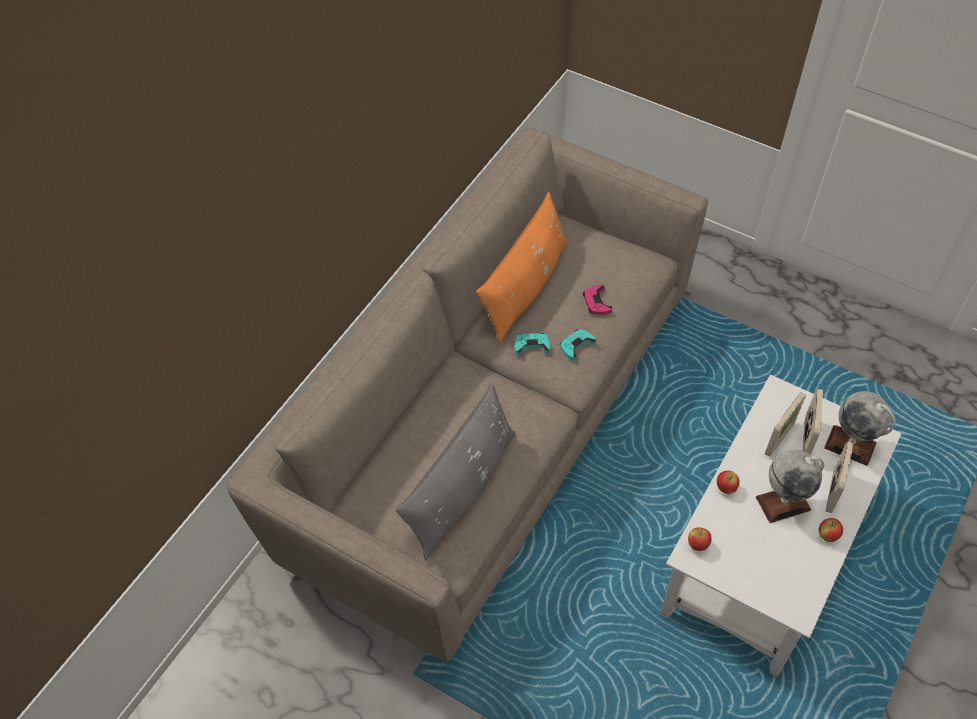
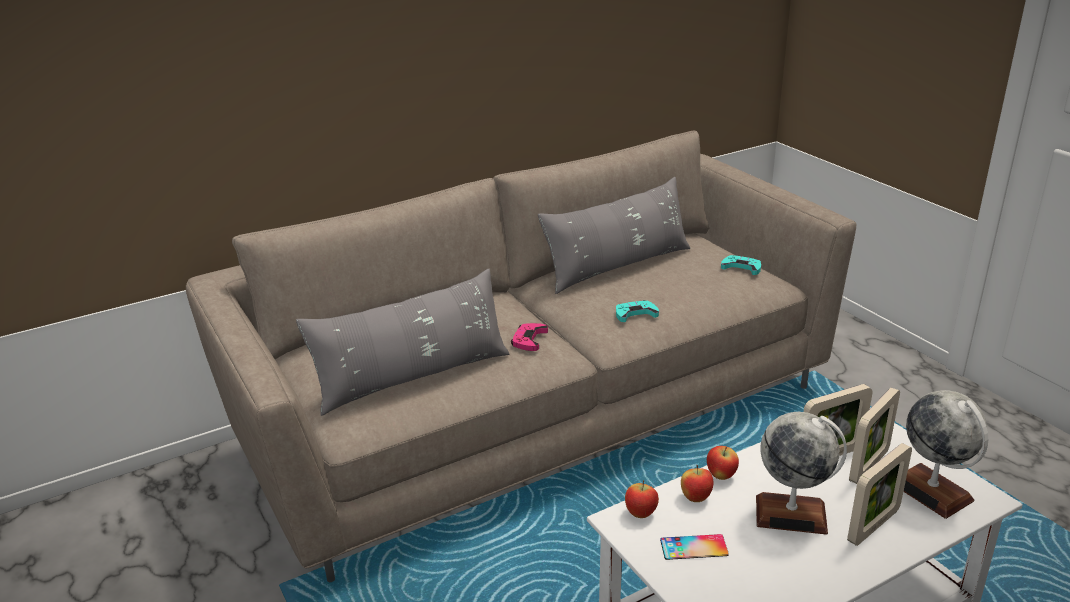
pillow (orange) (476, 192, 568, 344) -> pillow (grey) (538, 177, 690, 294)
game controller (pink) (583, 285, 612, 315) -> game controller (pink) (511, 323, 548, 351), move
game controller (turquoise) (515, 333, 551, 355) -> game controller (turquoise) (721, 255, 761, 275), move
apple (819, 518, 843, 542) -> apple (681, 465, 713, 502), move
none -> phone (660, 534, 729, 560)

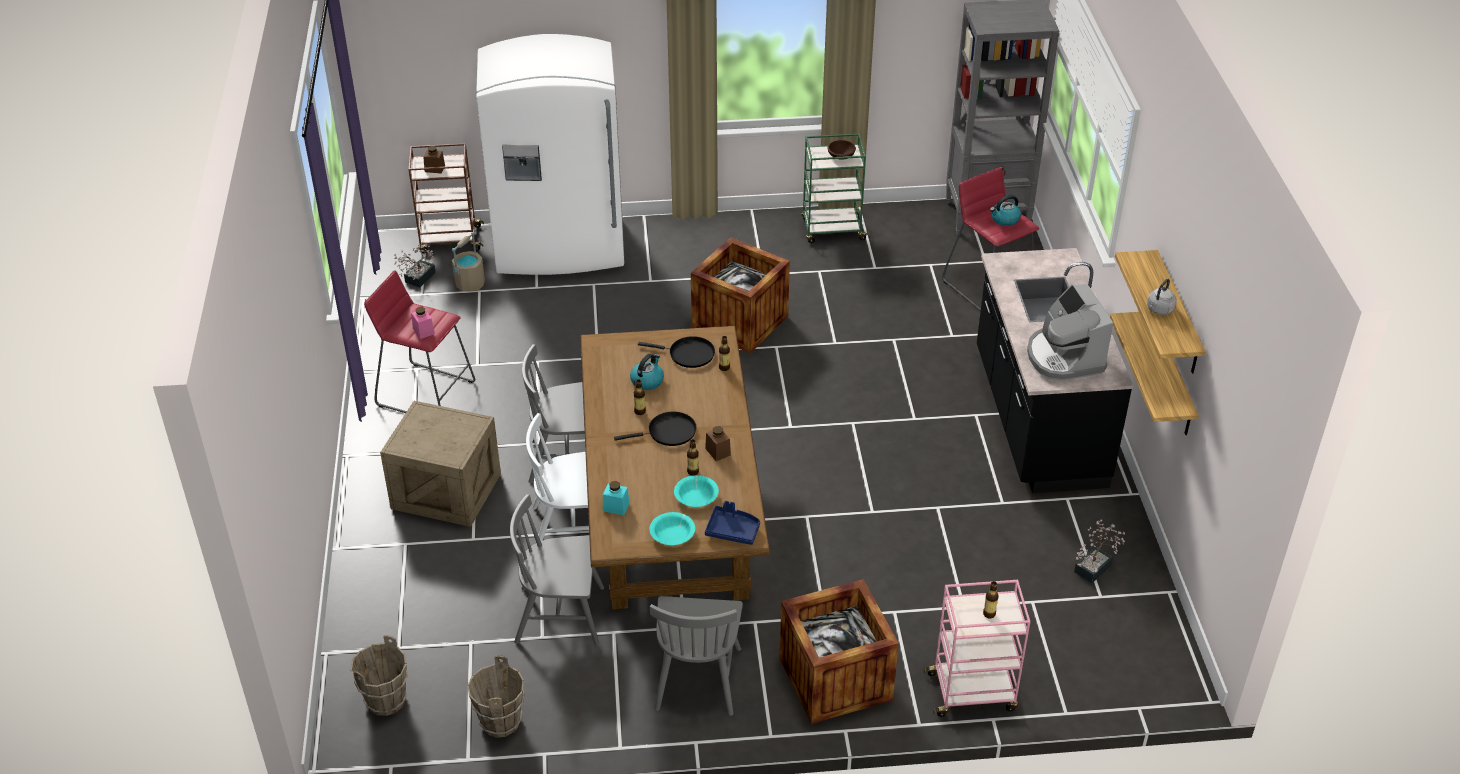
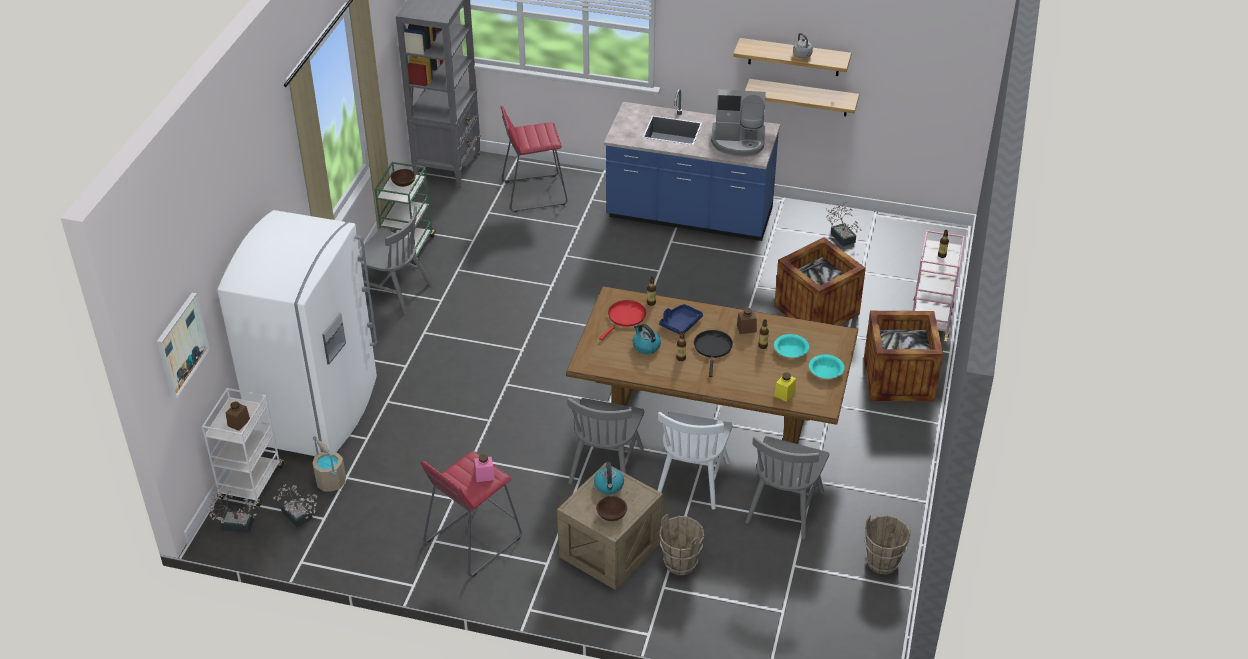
cart (brown) (408, 143, 484, 253) -> cart (white) (202, 388, 285, 507)
kettle (990, 195, 1021, 226) -> kettle (594, 461, 624, 494), move
crate (691, 237, 790, 353) -> crate (774, 237, 866, 325), move
counter (black) (977, 248, 1133, 493) -> counter (blue) (604, 89, 780, 241)
frying pan (black) (638, 336, 715, 368) -> frying pan (red) (599, 300, 646, 340)
jar (turquoise) (603, 481, 629, 515) -> jar (yellow) (774, 372, 796, 402)
tray (blue) (705, 501, 760, 545) -> tray (blue) (659, 304, 703, 334), move
chair (grey) (650, 596, 743, 716) -> chair (grey) (359, 206, 432, 315), move
bucket (brown) (350, 635, 408, 716) -> bucket (brown) (659, 514, 704, 576), move
none -> picture (157, 293, 210, 399)
none -> potted plant (206, 488, 257, 533)
none -> bowl (brown) (596, 496, 627, 521)

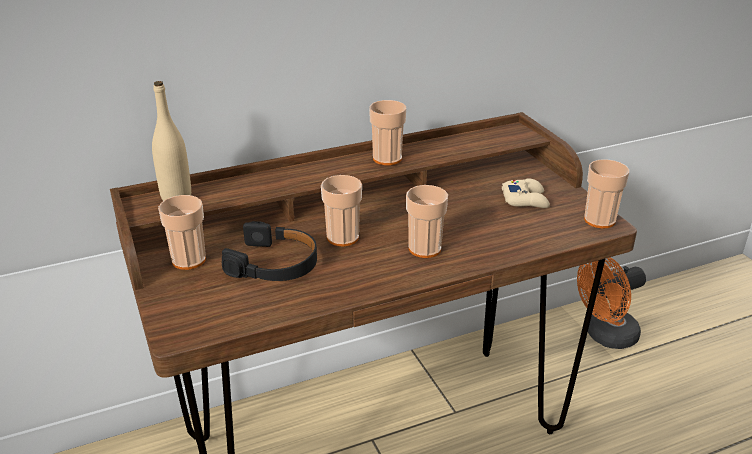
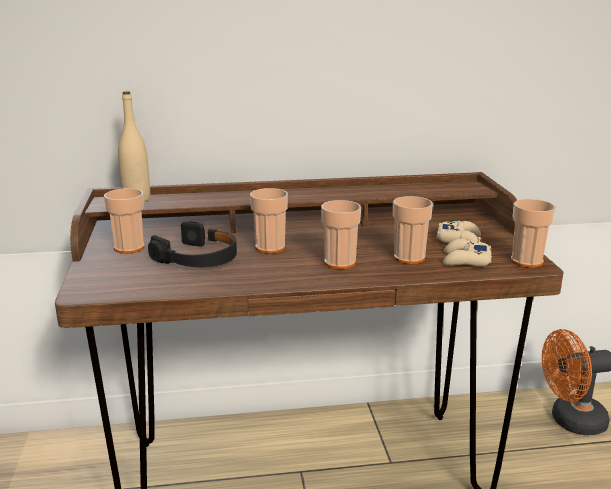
cup (369, 100, 406, 165) -> cup (393, 196, 433, 264), move
none -> game controller (beige) (443, 237, 492, 266)

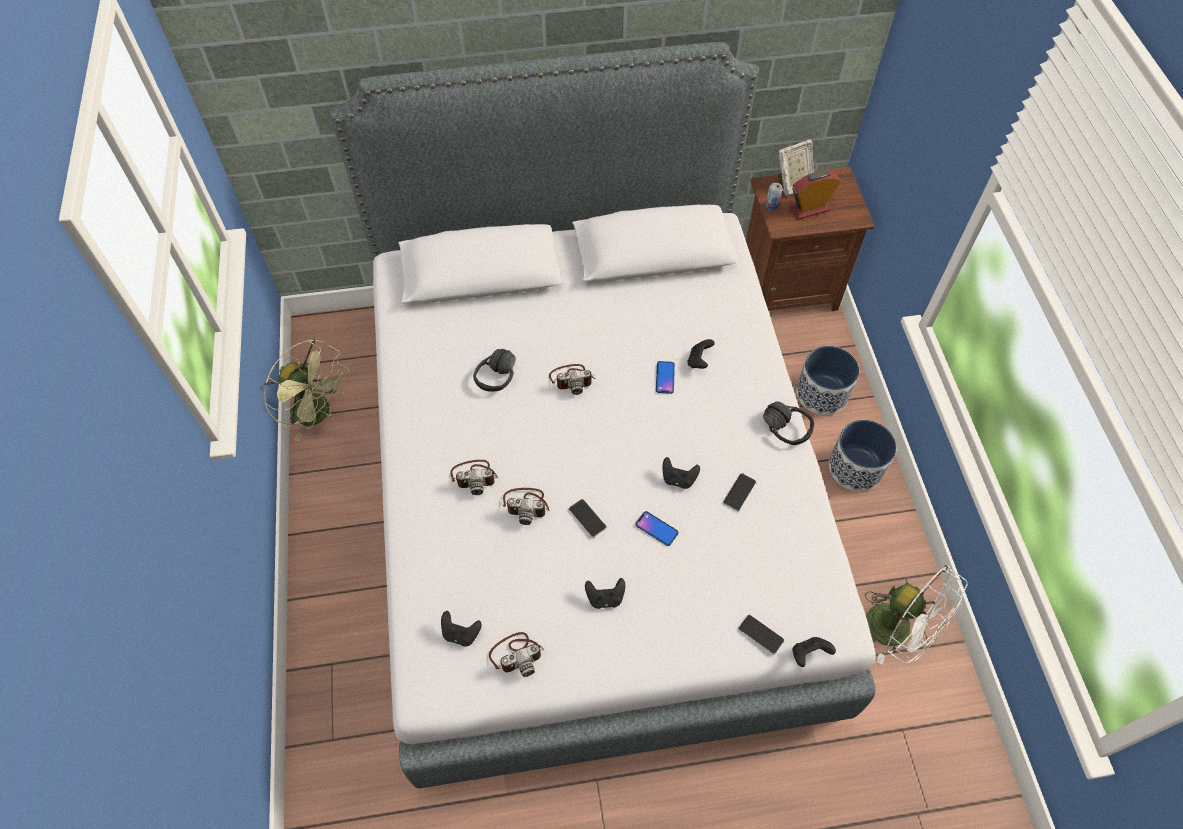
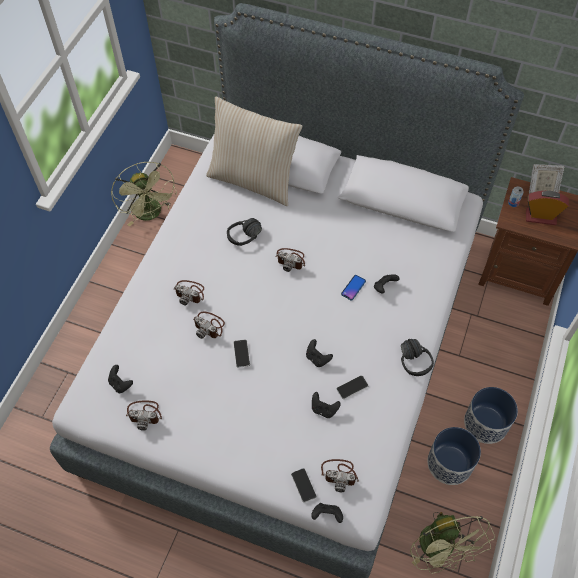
planter (796, 346, 859, 415) -> planter (427, 427, 481, 485), move
phone (636, 511, 679, 546) -> none
fan (white) (865, 565, 968, 664) -> fan (green) (410, 512, 495, 574)
game controller (black) (585, 578, 625, 609) -> game controller (black) (312, 392, 341, 418), move
none -> pillow (beige) (206, 97, 302, 206)
none -> photo camera (321, 459, 359, 492)

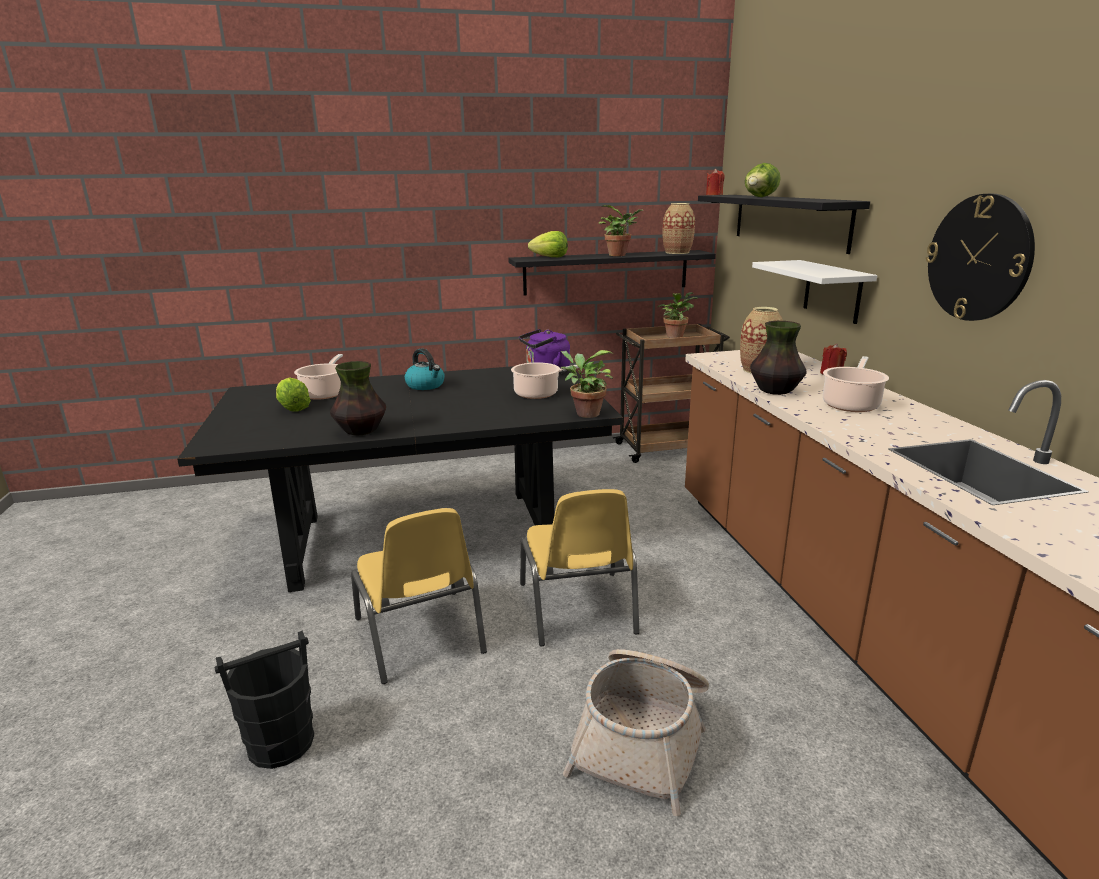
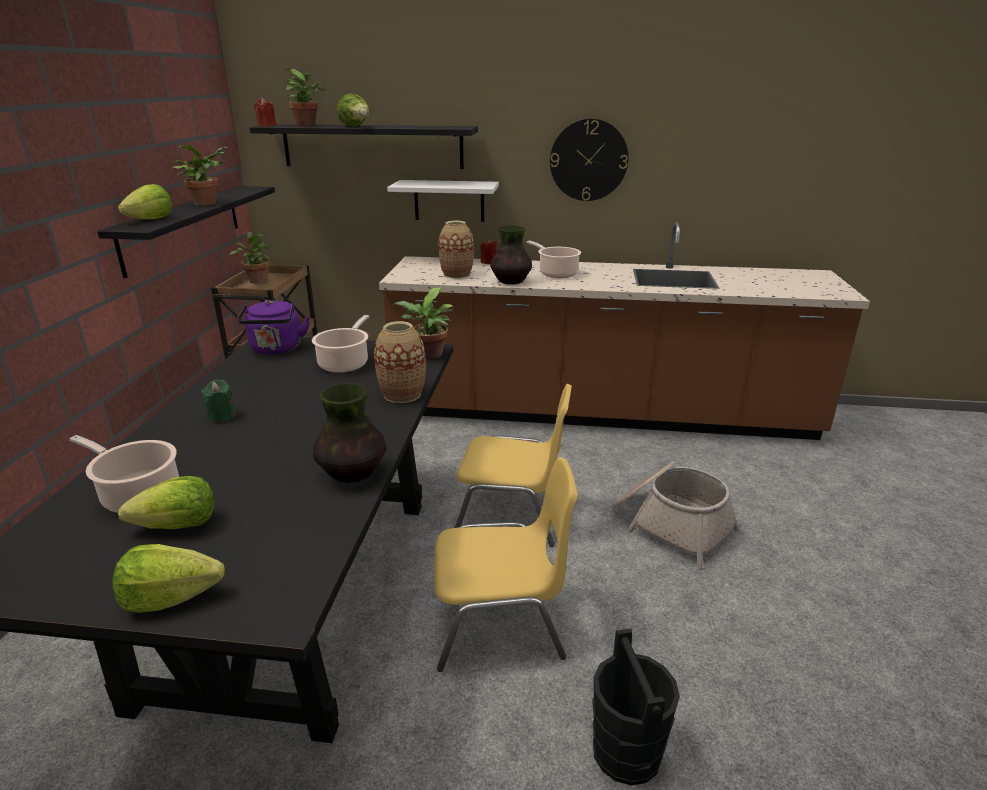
vase (663, 203, 695, 254) -> vase (374, 321, 426, 403), move
kettle (404, 348, 445, 390) -> candle (green) (201, 379, 236, 423)
none -> potted plant (285, 68, 325, 126)
none -> lettuce (112, 544, 225, 613)

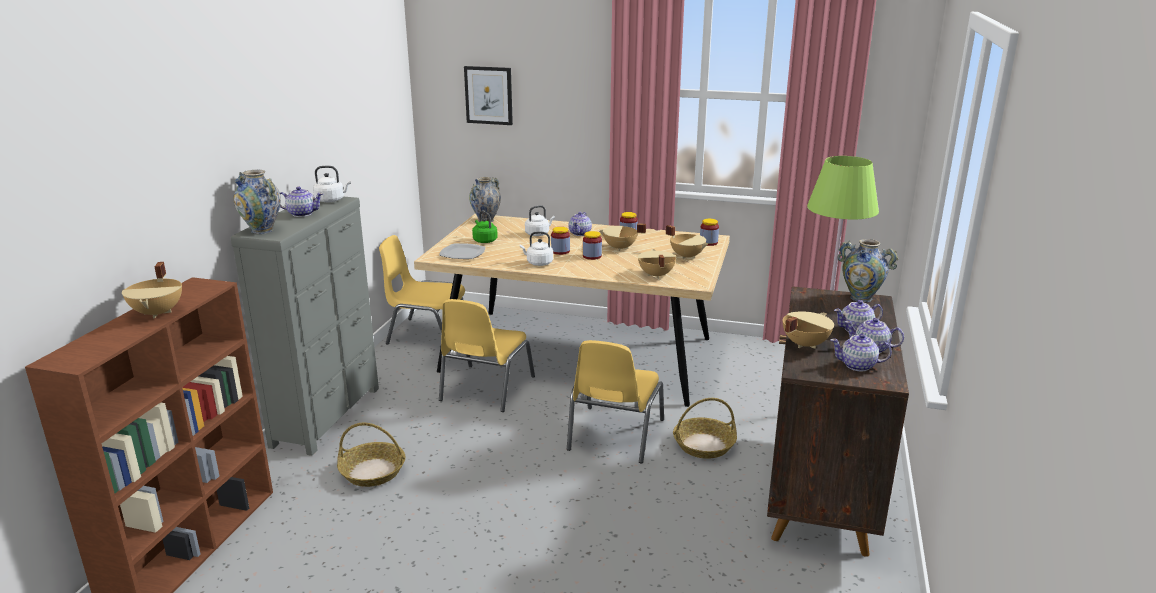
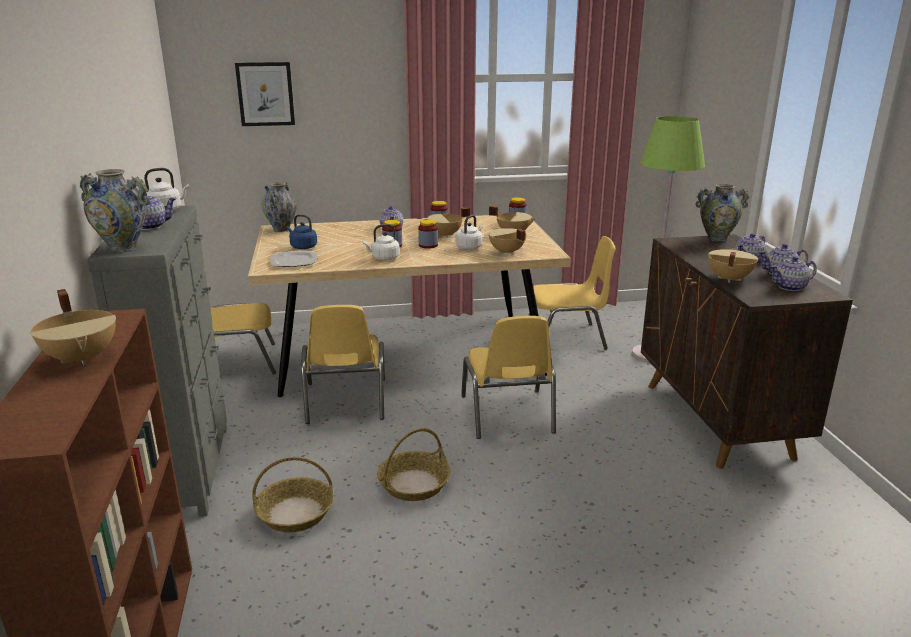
kettle (white) (525, 205, 555, 236) -> kettle (white) (456, 215, 483, 250), move
kettle (green) (472, 211, 498, 243) -> kettle (blue) (287, 214, 317, 249)
basket (673, 398, 737, 459) -> basket (377, 428, 451, 501), move
none -> chair (yellow) (528, 236, 616, 350)

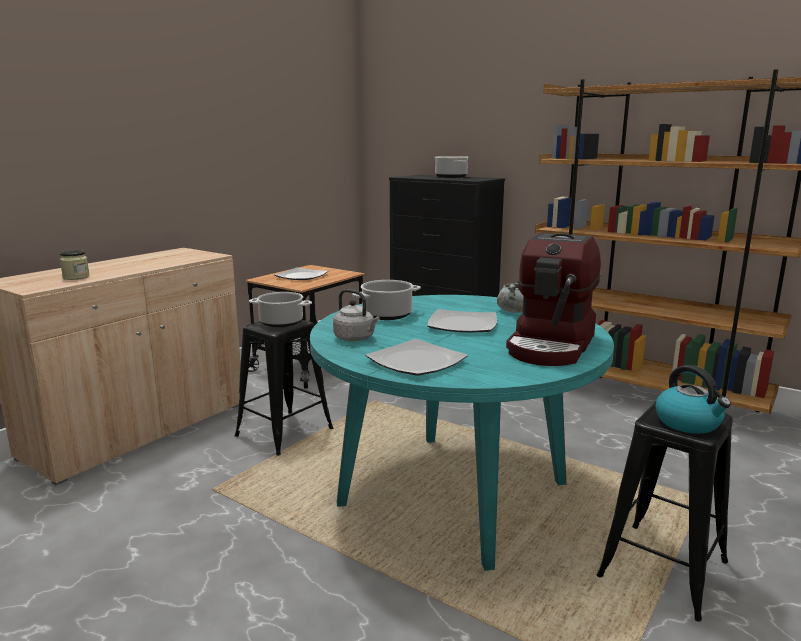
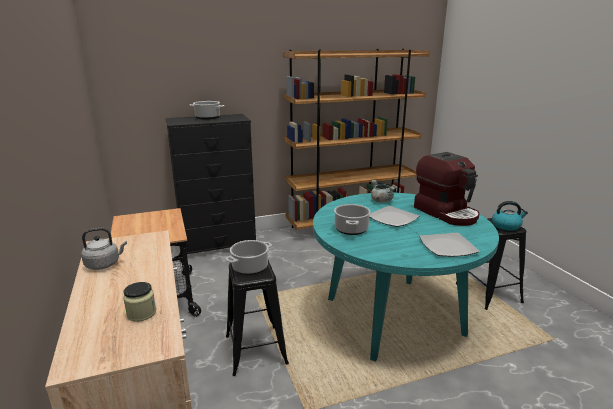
plate (274, 267, 328, 280) -> none
kettle (grey) (333, 289, 380, 341) -> kettle (grey) (81, 228, 127, 270), move

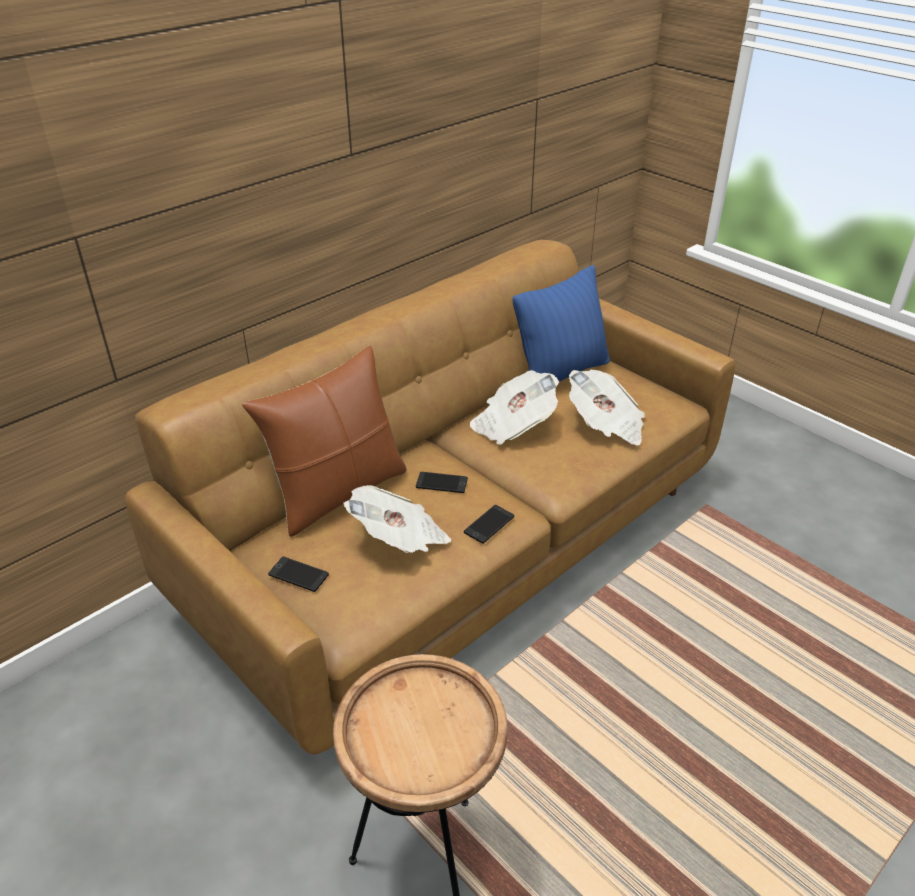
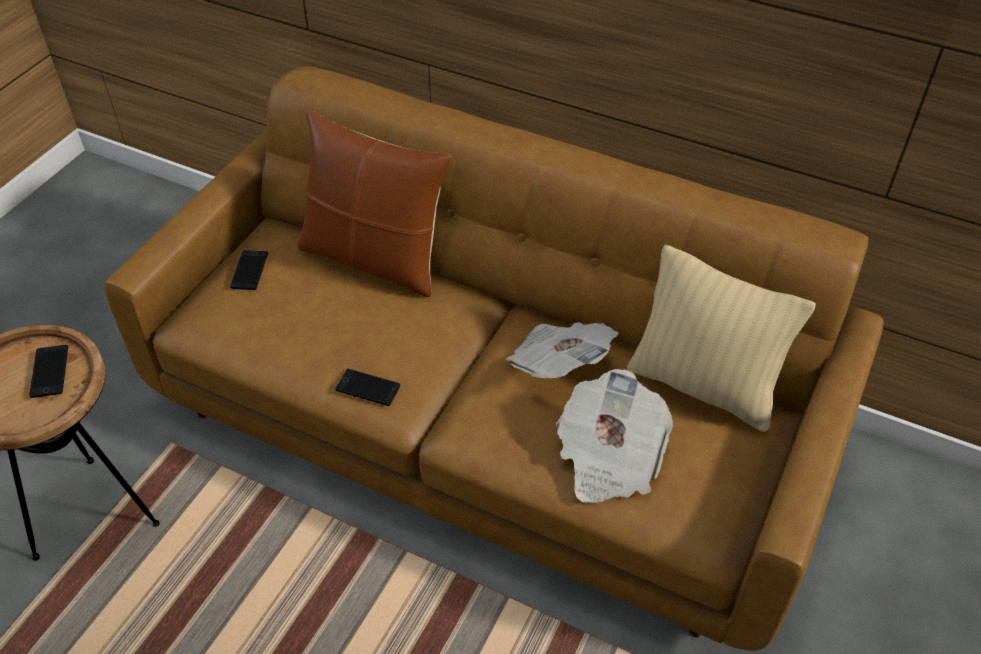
pillow (blue) (513, 265, 610, 382) -> pillow (beige) (627, 245, 816, 432)
phone (416, 472, 468, 493) -> phone (29, 345, 68, 398), move
newspaper (343, 485, 451, 553) -> none

